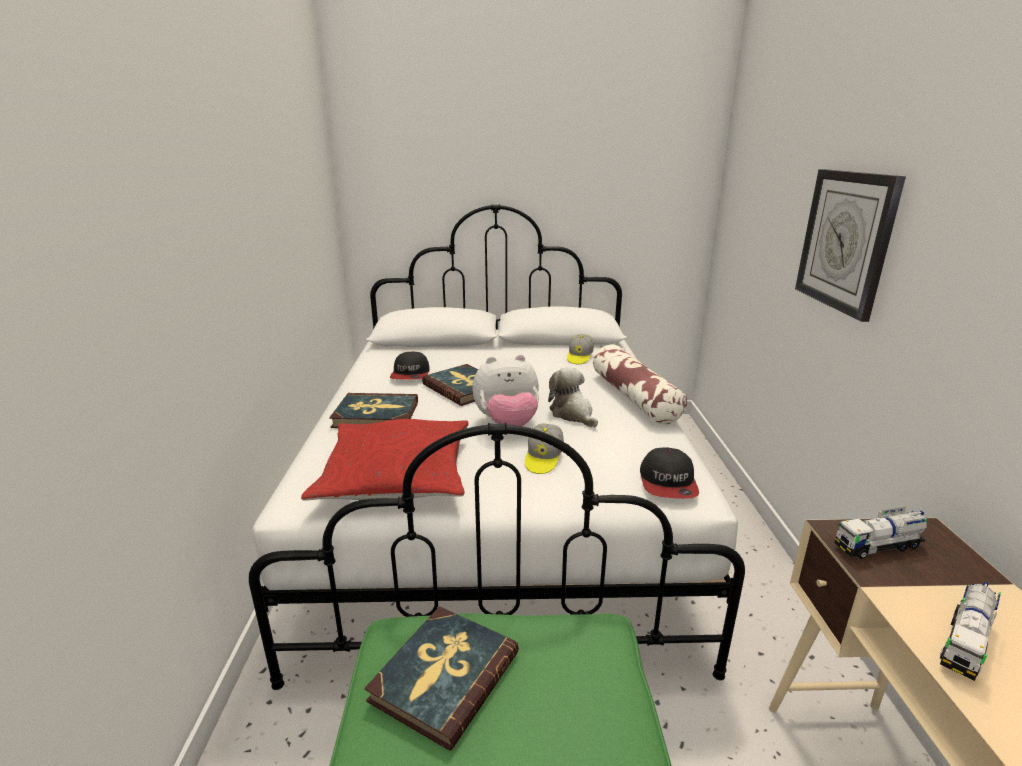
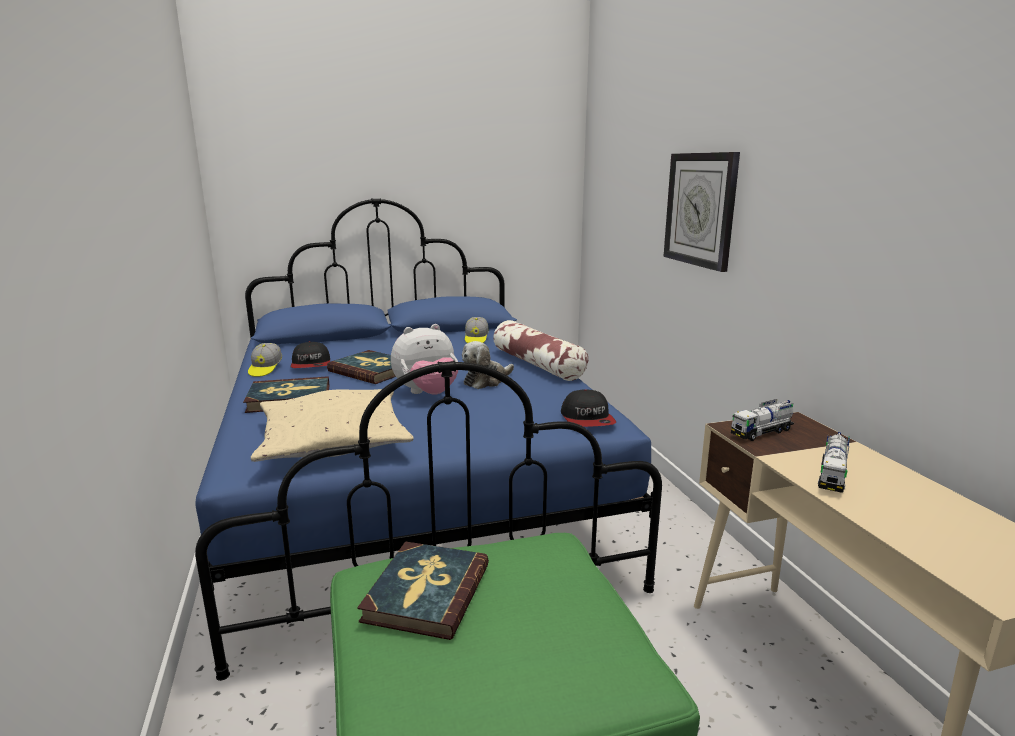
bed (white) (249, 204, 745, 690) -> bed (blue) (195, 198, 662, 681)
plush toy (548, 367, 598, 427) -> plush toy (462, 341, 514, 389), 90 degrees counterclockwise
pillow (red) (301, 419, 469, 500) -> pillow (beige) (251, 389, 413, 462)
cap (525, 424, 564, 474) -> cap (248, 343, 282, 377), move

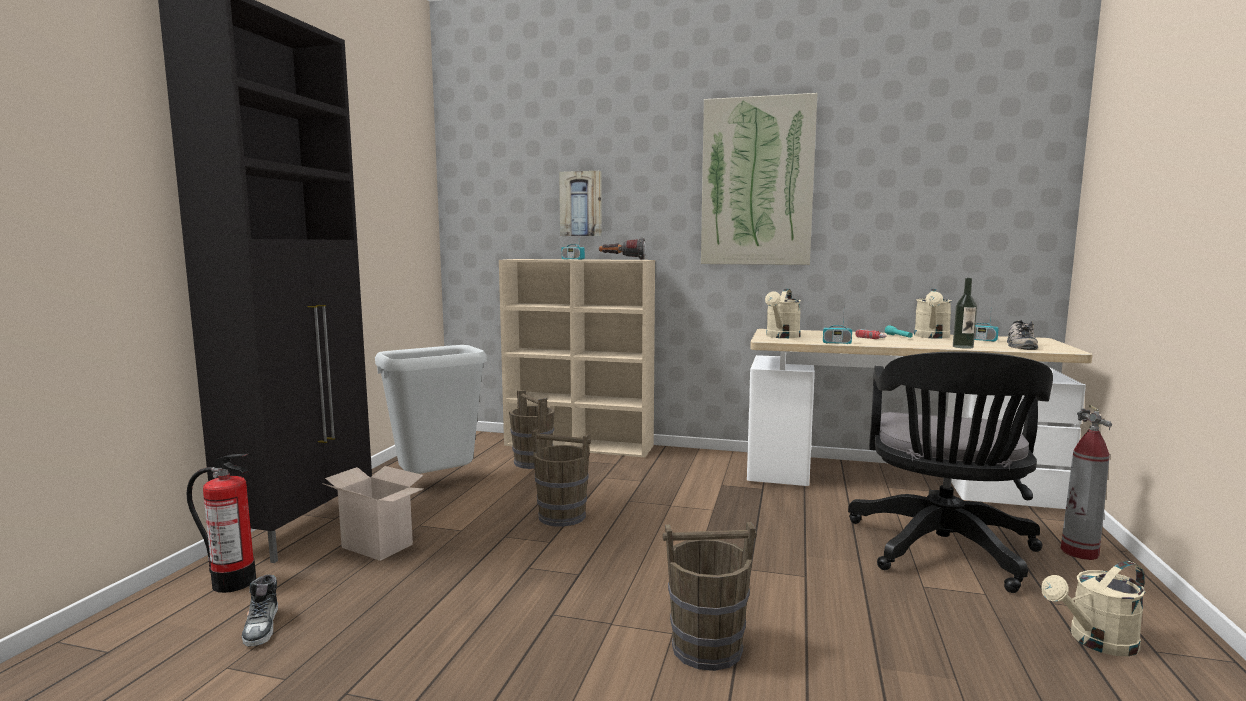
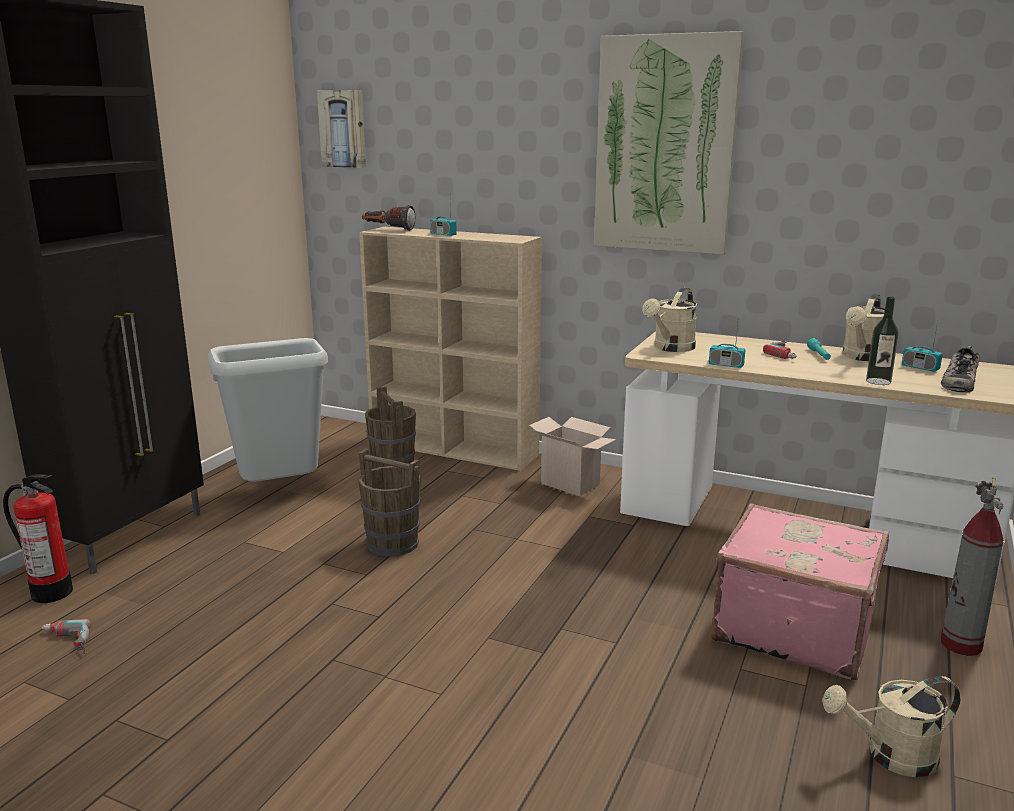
picture (559, 171, 602, 236) -> picture (317, 90, 366, 168), move
flashlight (599, 238, 646, 260) -> flashlight (362, 205, 415, 231), move
office chair (black) (848, 351, 1053, 593) -> suitcase (pink) (711, 503, 889, 680)
cardboard box (322, 466, 424, 561) -> cardboard box (529, 417, 616, 496), move
bucket (brown) (663, 522, 757, 671) -> none
shoe (242, 575, 278, 647) -> power drill (42, 619, 91, 654)

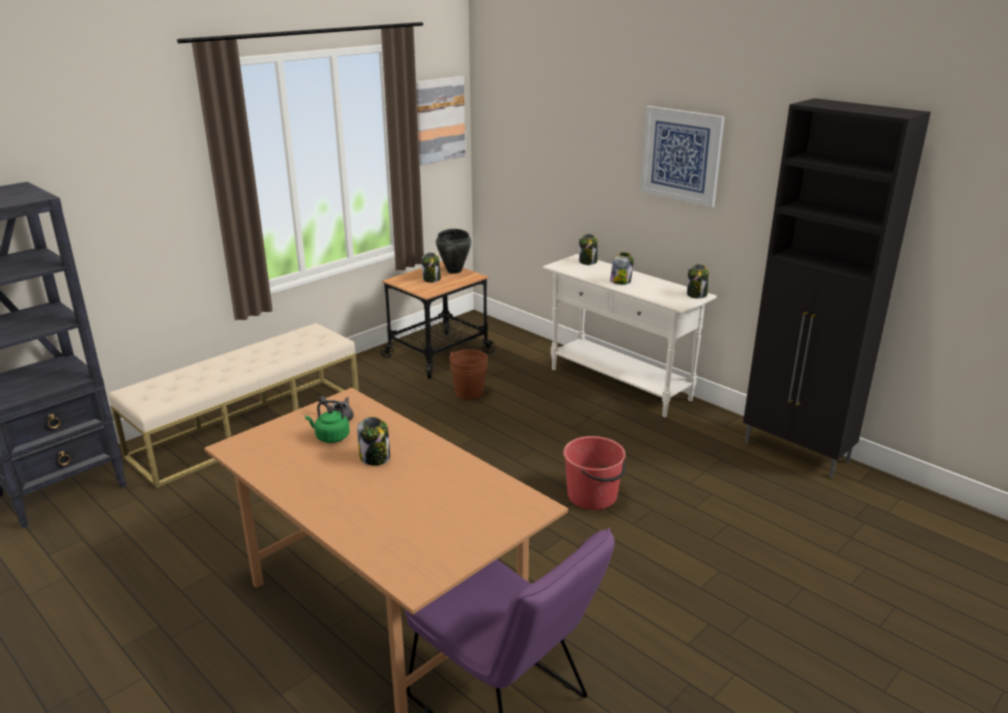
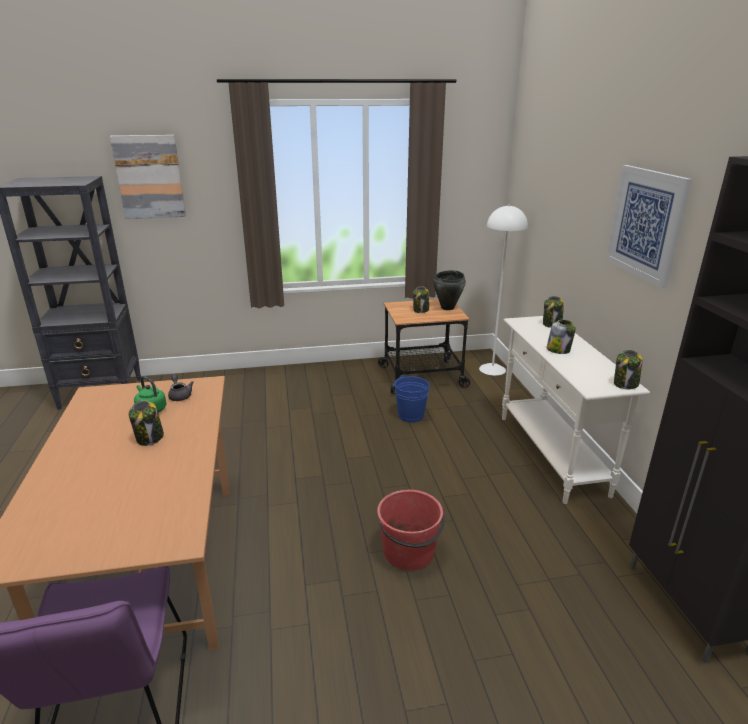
picture (416, 76, 465, 165) -> picture (110, 135, 186, 219), move
bench (beige) (109, 323, 359, 488) -> none
bucket (brown) (449, 349, 488, 400) -> bucket (blue) (394, 375, 429, 422)
none -> floor lamp (white) (479, 205, 528, 376)

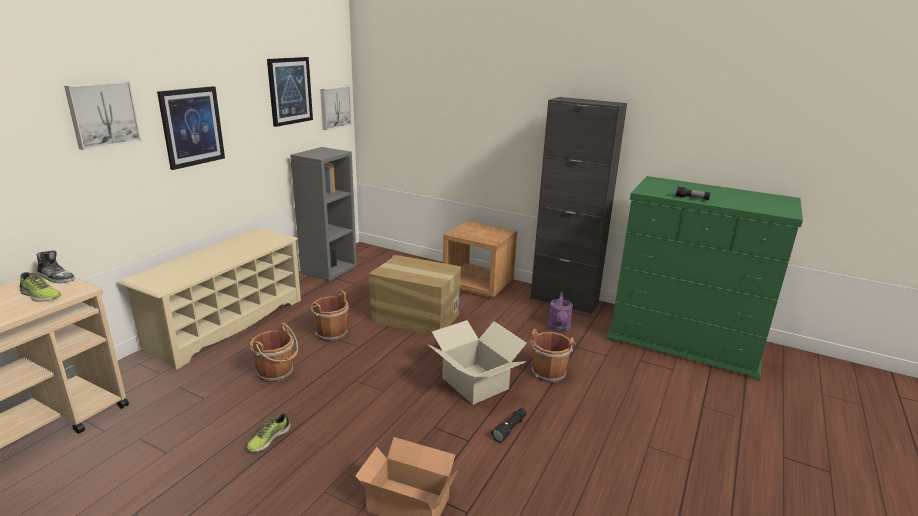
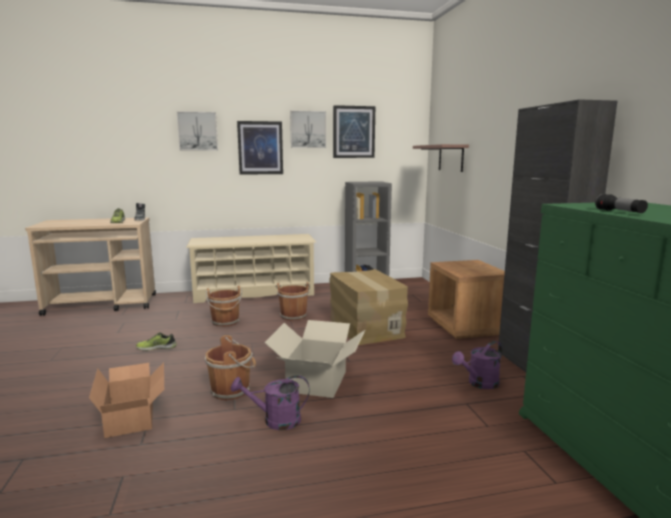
picture (320, 86, 352, 130) -> picture (290, 111, 326, 148), move
bucket (brown) (530, 329, 575, 383) -> bucket (brown) (205, 335, 256, 400), move
flashlight (black) (491, 408, 526, 442) -> watering can (purple) (231, 375, 309, 430)
none -> shelf (413, 144, 469, 172)

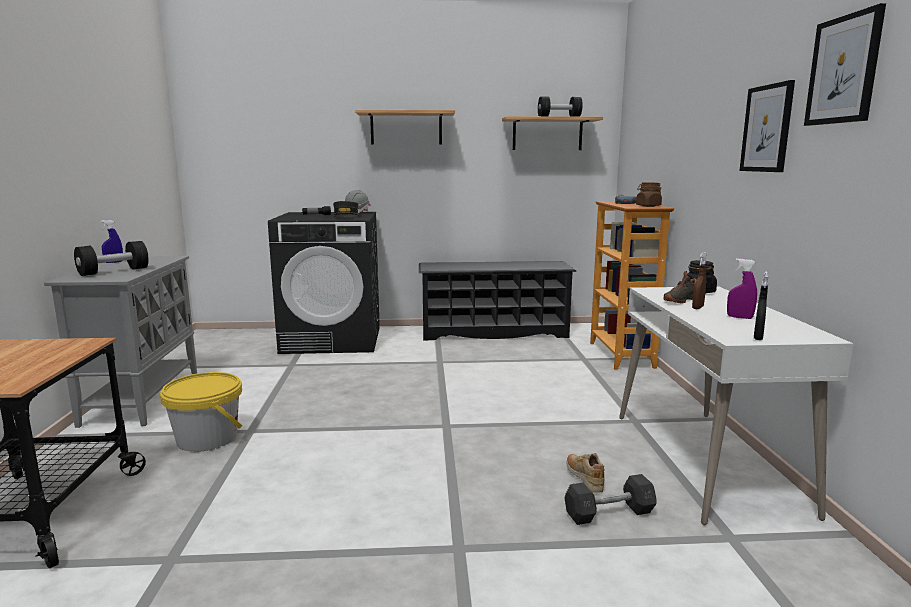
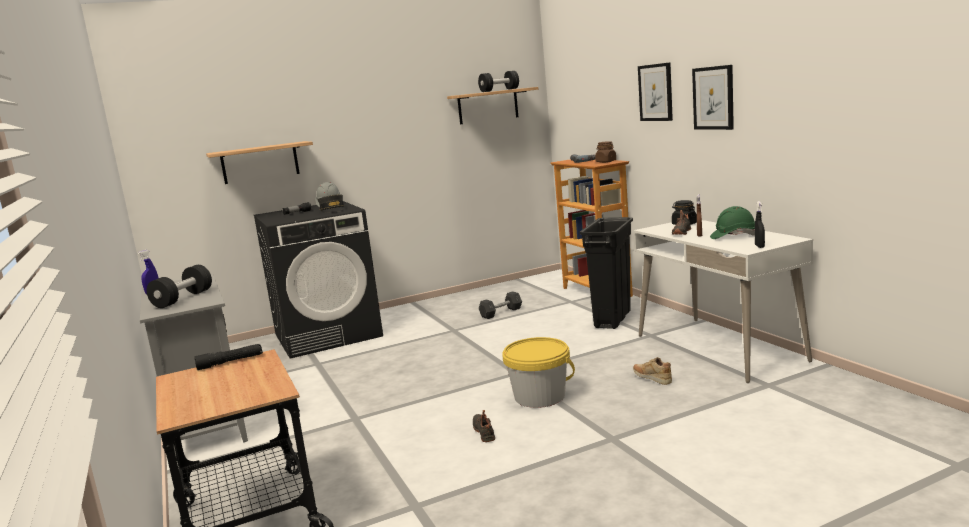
picture (804, 3, 886, 126) -> picture (638, 63, 673, 121), move
shelf (355, 110, 455, 145) -> shelf (206, 141, 313, 184), move
spray bottle (purple) (727, 258, 757, 319) -> hard hat (green) (710, 206, 755, 239)
shoe rack (black) (419, 261, 577, 340) -> none
bucket (yellow) (160, 372, 242, 452) -> bucket (yellow) (502, 337, 575, 408), move
dumbbell (grey) (564, 474, 657, 525) -> dumbbell (grey) (479, 291, 522, 319), move
none -> trash can (black) (580, 217, 633, 329)
none -> flashlight (black) (194, 344, 263, 370)
none -> shoe (black) (473, 410, 495, 442)

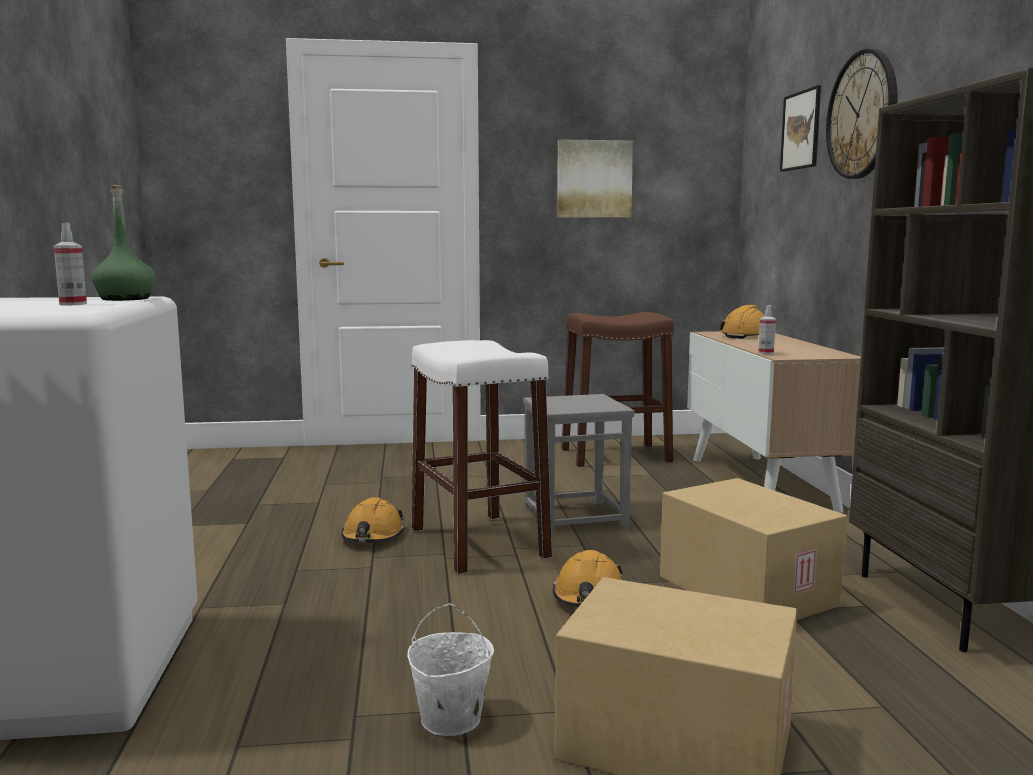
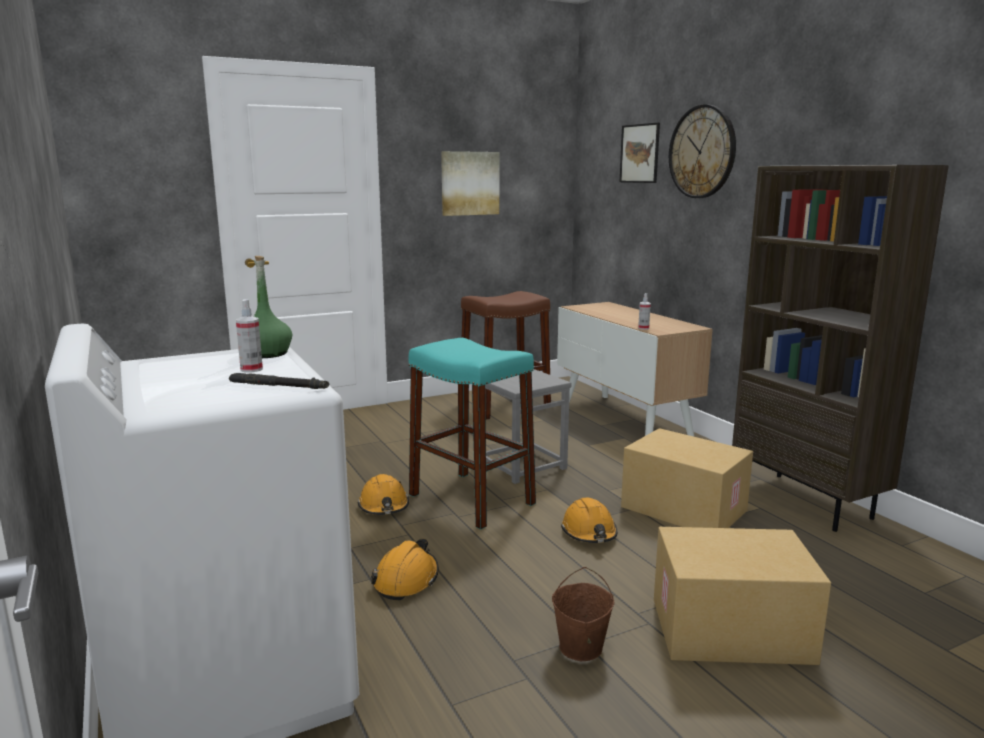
hard hat (orange) (719, 305, 765, 339) -> hard hat (orange) (371, 539, 439, 600), move
stool (white) (411, 340, 552, 574) -> stool (turquoise) (409, 338, 536, 529)
bucket (white) (407, 603, 494, 736) -> bucket (brown) (552, 567, 614, 661)
none -> flashlight (black) (229, 373, 329, 389)

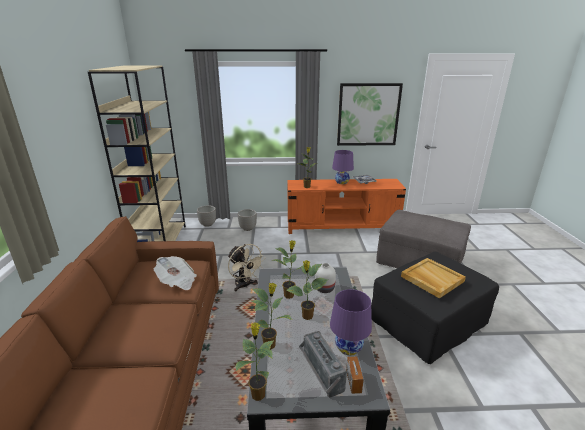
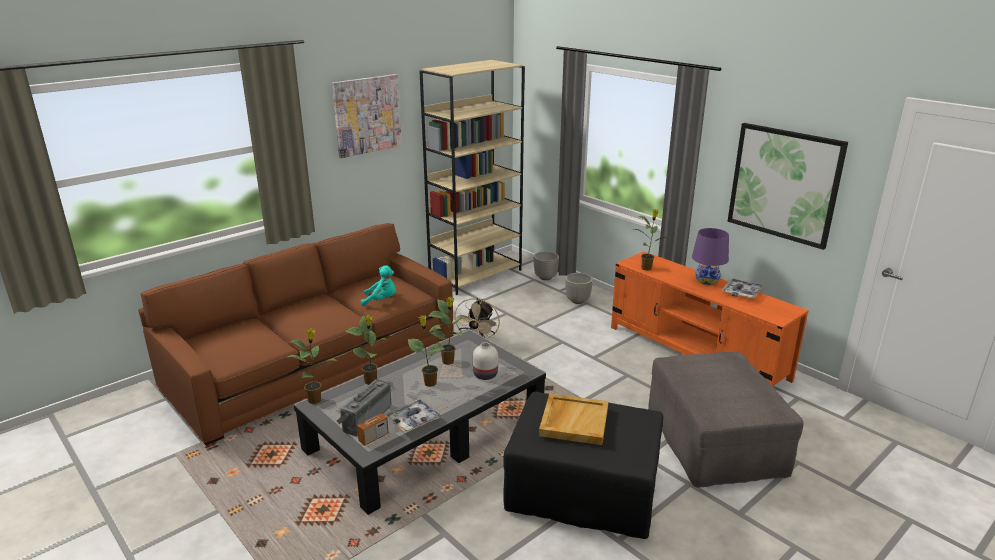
newspaper (154, 256, 197, 290) -> plush toy (turquoise) (361, 265, 396, 306)
table lamp (purple) (330, 289, 372, 356) -> tray (385, 399, 442, 433)
none -> picture (332, 74, 402, 158)

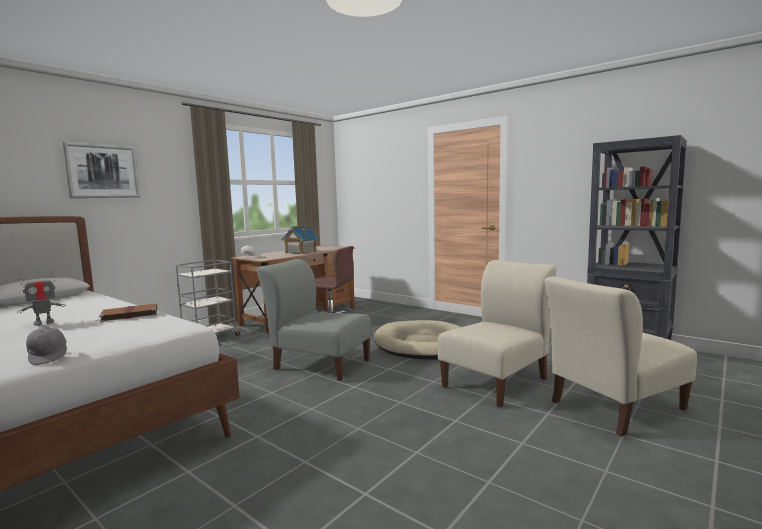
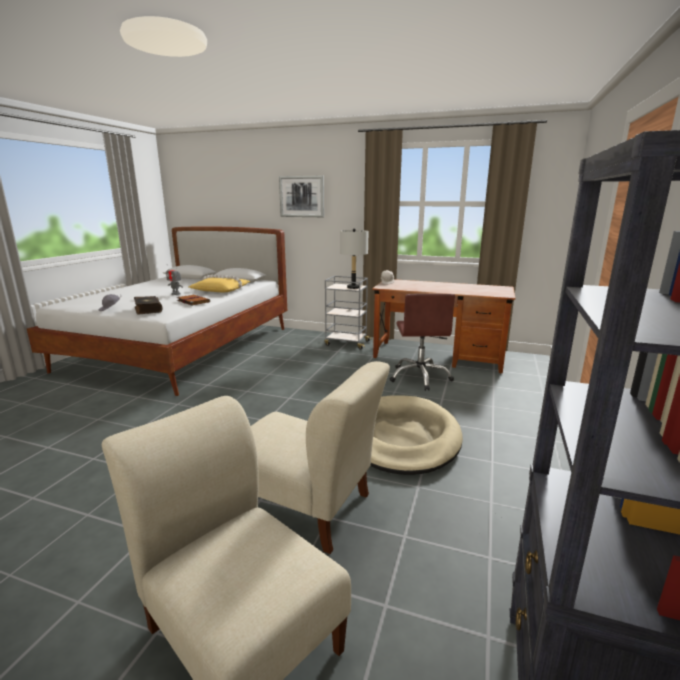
toy house (282, 225, 319, 254) -> none
chair (grey) (257, 259, 371, 381) -> none
none -> table lamp (grey) (340, 228, 369, 289)
none -> pillow (yellow) (189, 275, 250, 292)
none -> book (134, 296, 162, 315)

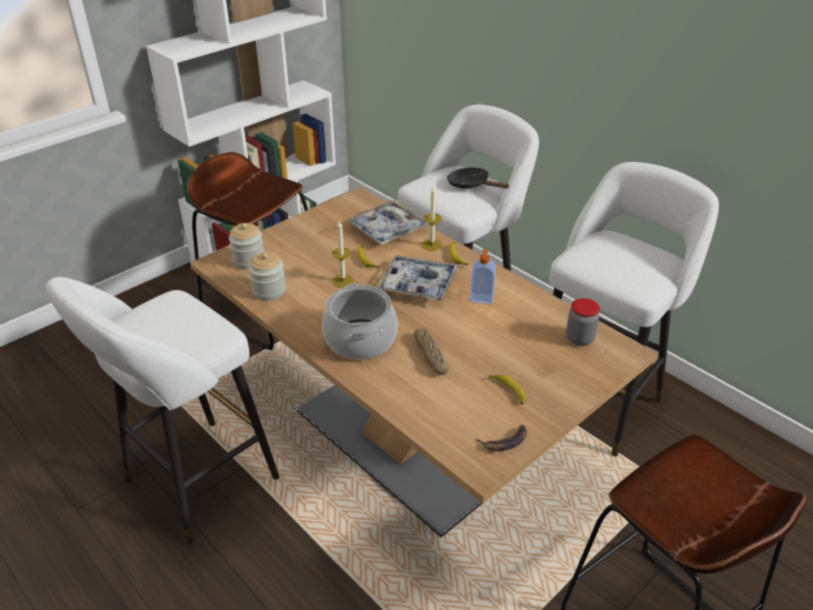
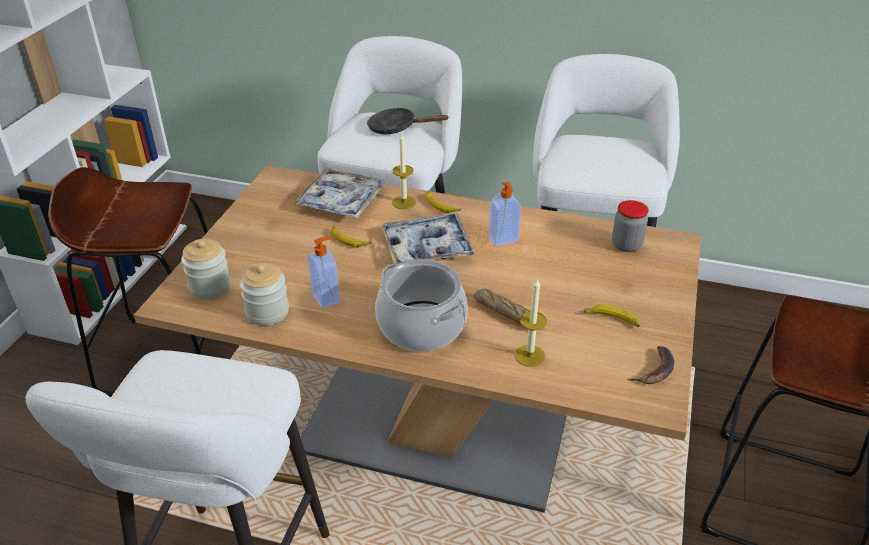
candle (332, 220, 354, 288) -> candle (515, 277, 547, 367), move
none -> soap dispenser (308, 237, 340, 309)

